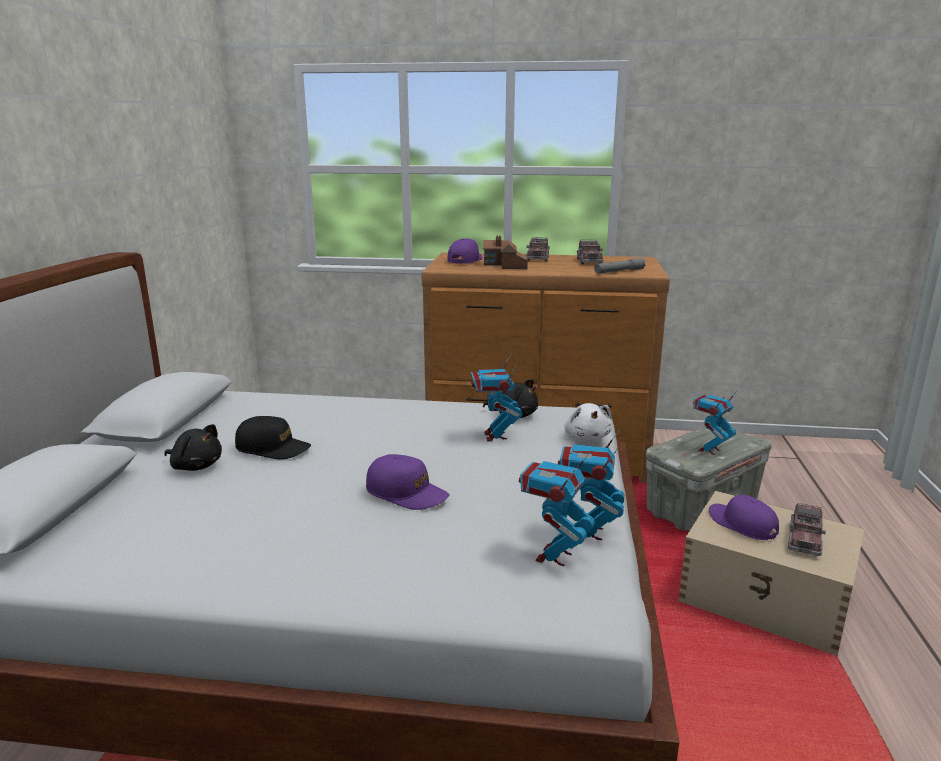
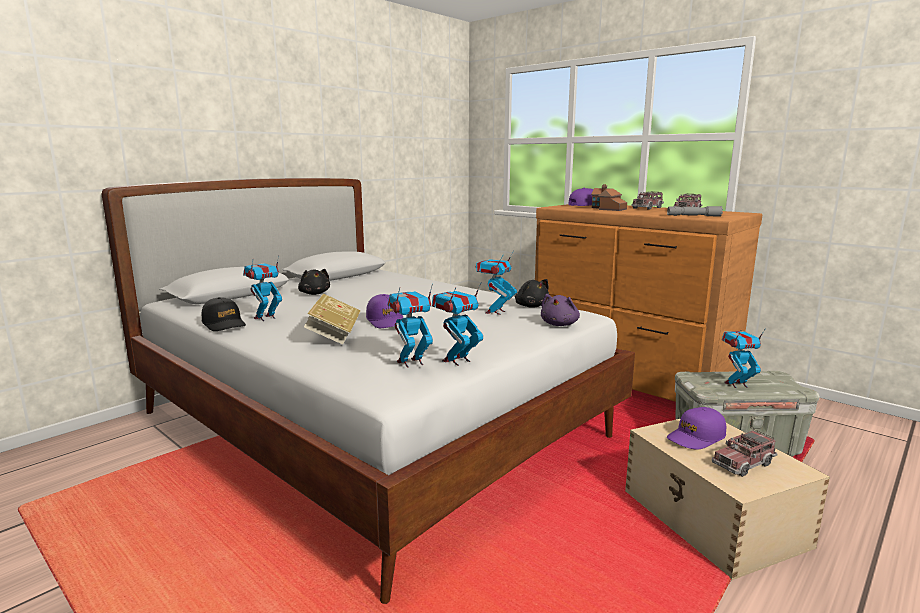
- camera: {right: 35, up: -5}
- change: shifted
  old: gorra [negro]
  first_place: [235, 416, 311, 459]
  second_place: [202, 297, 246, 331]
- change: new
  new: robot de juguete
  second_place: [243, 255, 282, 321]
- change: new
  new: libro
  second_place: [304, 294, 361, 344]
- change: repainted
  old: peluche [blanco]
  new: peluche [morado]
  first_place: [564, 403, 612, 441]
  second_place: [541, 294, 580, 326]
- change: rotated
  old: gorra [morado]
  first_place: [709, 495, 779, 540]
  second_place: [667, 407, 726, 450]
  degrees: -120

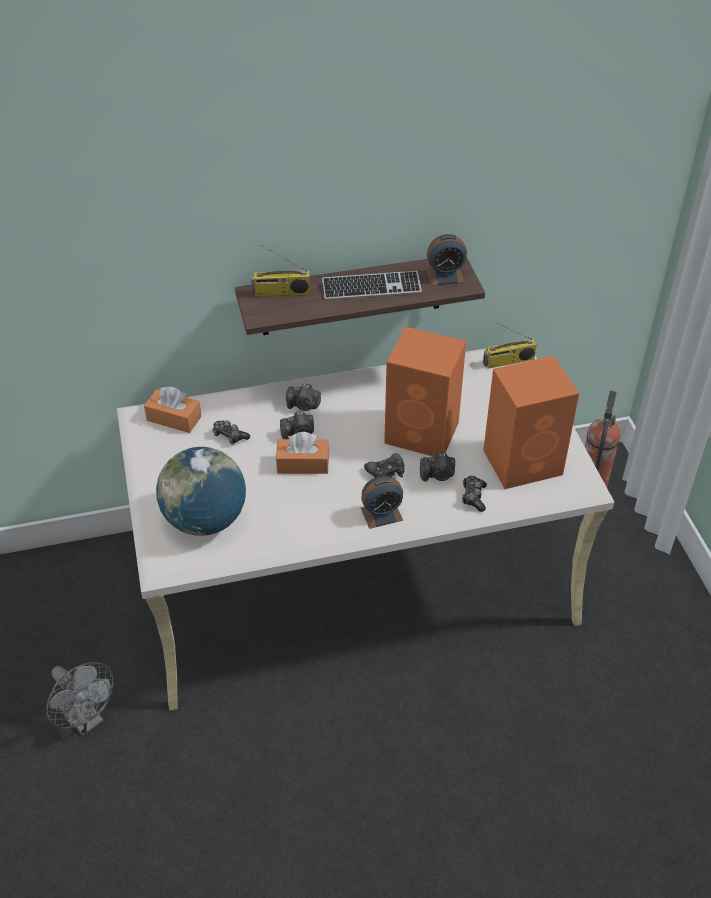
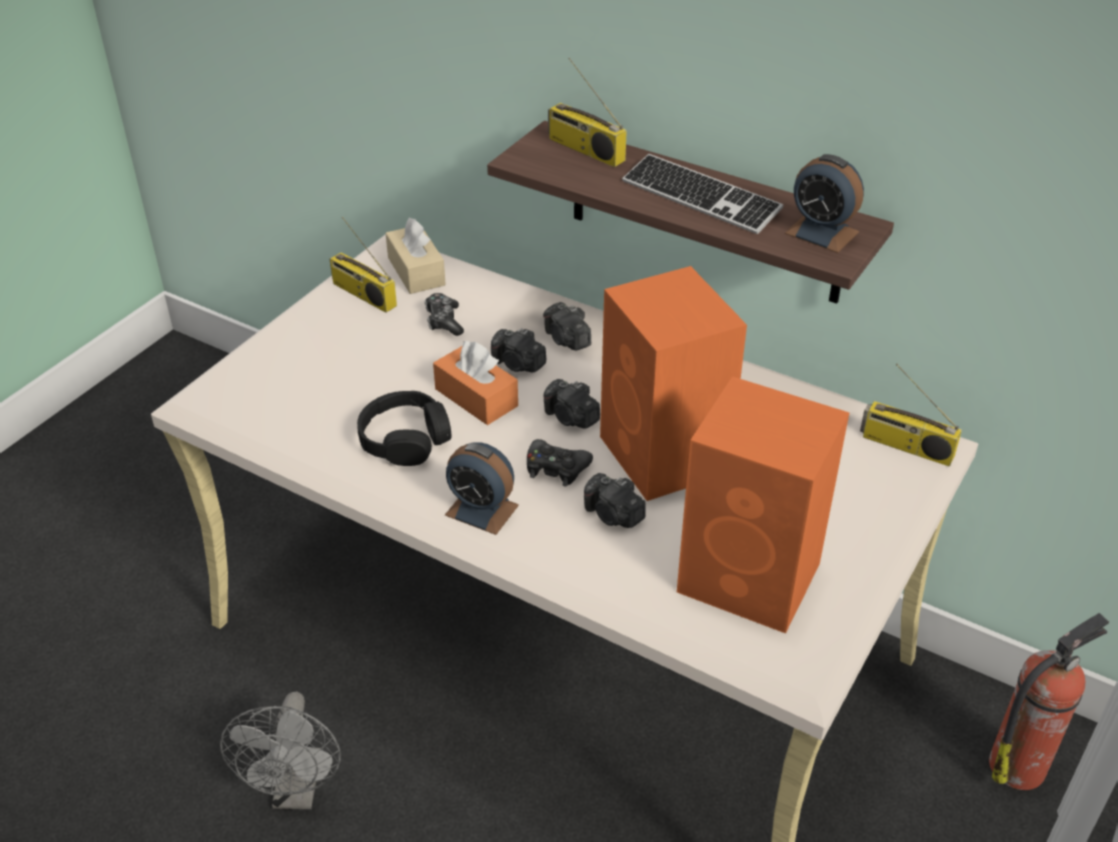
- camera: {right: 45, up: -5}
- change: shifted
  old: ventilador [gris]
  first_place: [46, 662, 114, 736]
  second_place: [220, 691, 341, 809]
- change: new
  new: radio
  second_place: [330, 217, 397, 313]
- change: new
  new: auriculares [negro]
  second_place: [357, 391, 451, 466]
- change: repainted
  old: caja de pañuelos [naranja]
  new: caja de pañuelos [beis]
  first_place: [144, 386, 202, 433]
  second_place: [386, 218, 446, 294]
- change: new
  new: cámara
  second_place: [543, 379, 600, 428]
- change: gone
  old: globo terráqueo
  first_place: [156, 447, 246, 536]
- change: gone
  old: mando de consola
  first_place: [462, 476, 487, 512]

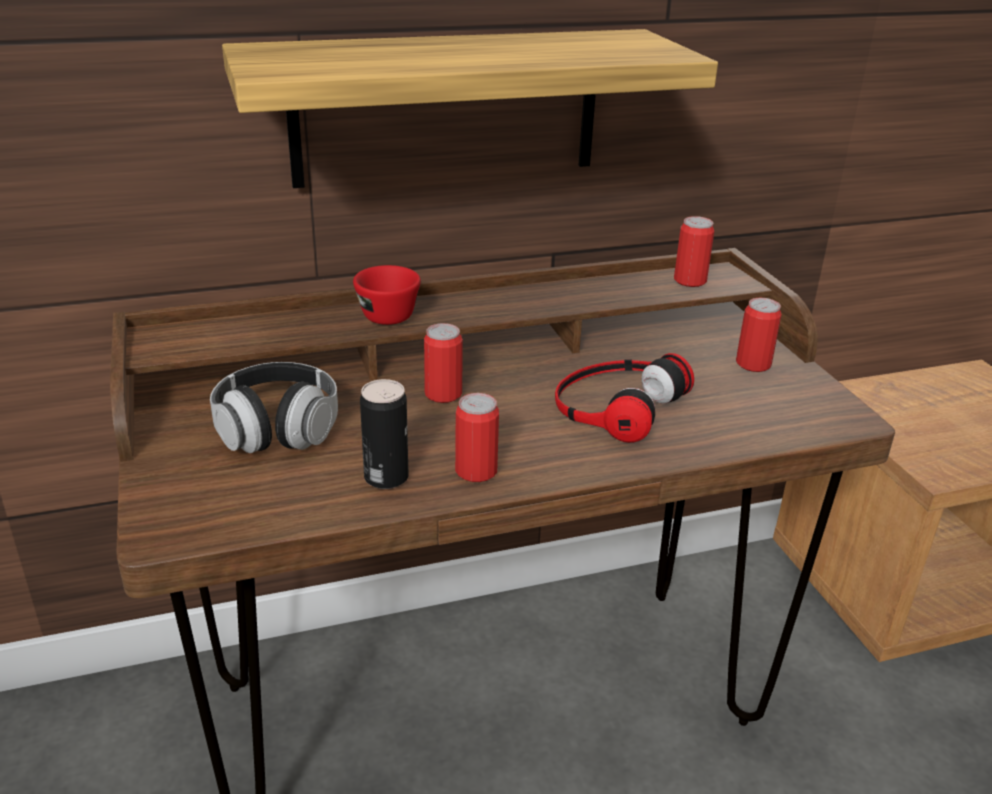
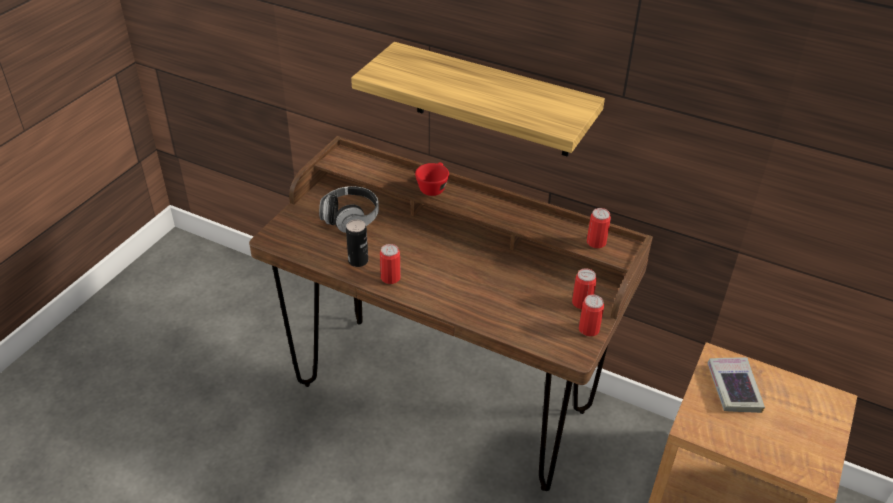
- camera: {right: 45, up: 10}
- change: shifted
  old: lata
  first_place: [424, 323, 463, 403]
  second_place: [579, 295, 604, 337]
- change: new
  new: libro
  second_place: [708, 357, 765, 413]
- change: gone
  old: auriculares
  first_place: [555, 353, 694, 443]

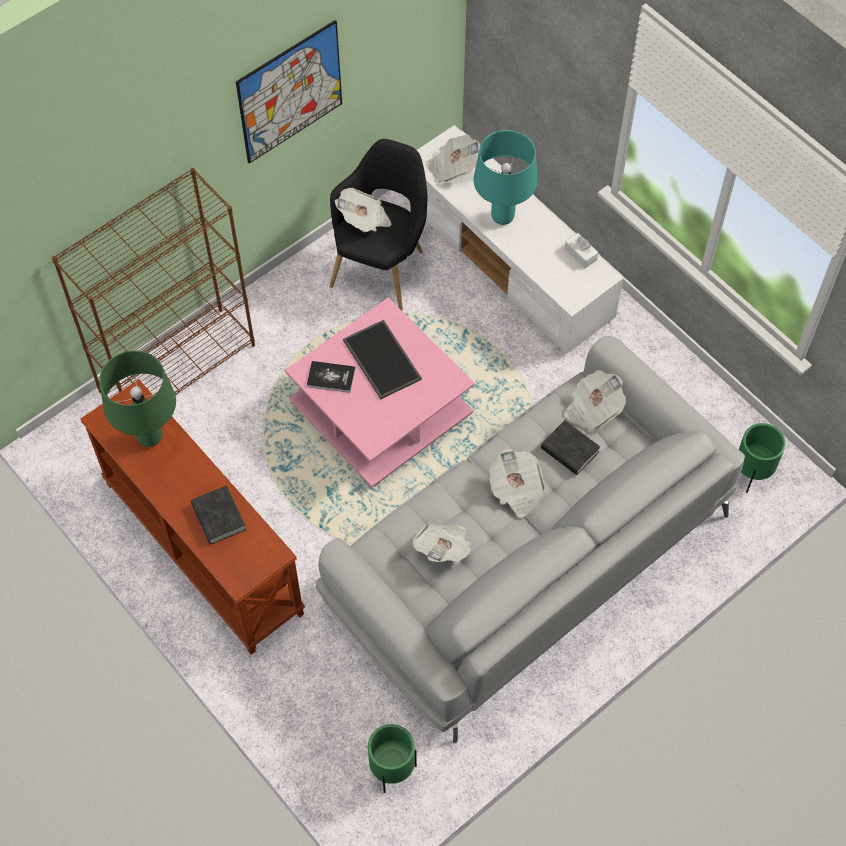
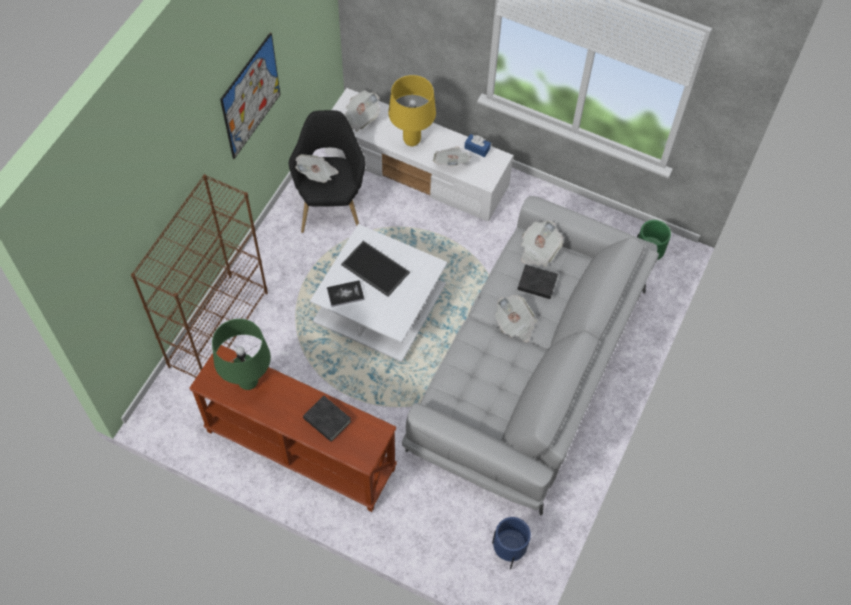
- camera: {right: -25, up: 0}
- change: repainted
  old: mesa de centro [rosa]
  new: mesa de centro [blanco]
  first_place: [285, 297, 475, 488]
  second_place: [310, 224, 447, 362]
- change: repainted
  old: lámpara de mesa [turquesa]
  new: lámpara de mesa [amarillo]
  first_place: [474, 130, 537, 225]
  second_place: [388, 75, 436, 146]
- change: shifted
  old: periódico
  first_place: [413, 523, 472, 562]
  second_place: [433, 147, 471, 167]
- change: repainted
  old: caja de pañuelos [blanco]
  new: caja de pañuelos [azul]
  first_place: [565, 233, 598, 269]
  second_place: [464, 134, 491, 157]
- change: repainted
  old: maceta [verde]
  new: maceta [azul]
  first_place: [368, 724, 417, 793]
  second_place: [492, 517, 531, 569]

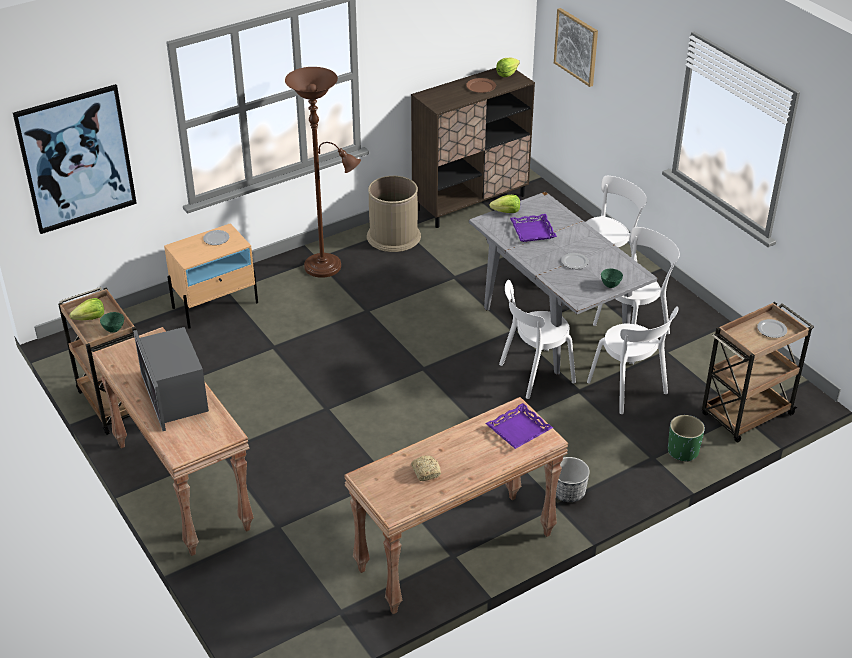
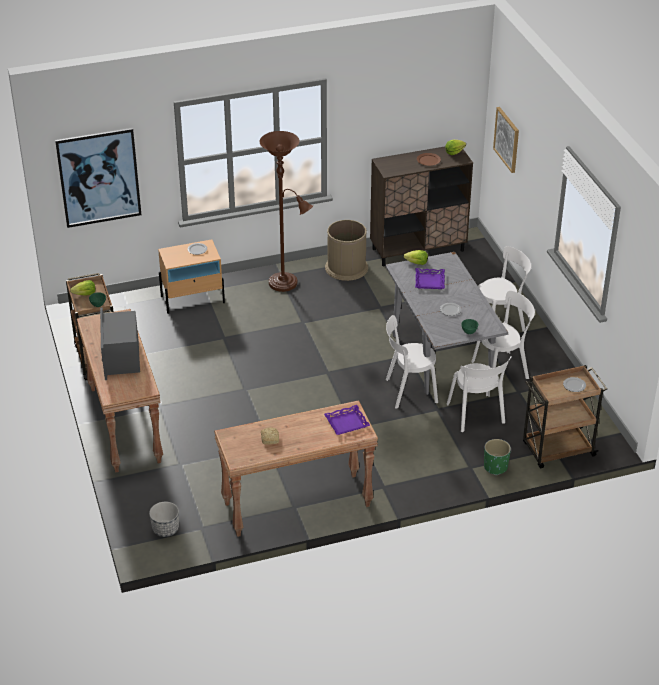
- camera: {right: 15, up: 0}
- change: shifted
  old: maceta
  first_place: [556, 457, 590, 502]
  second_place: [149, 502, 179, 537]

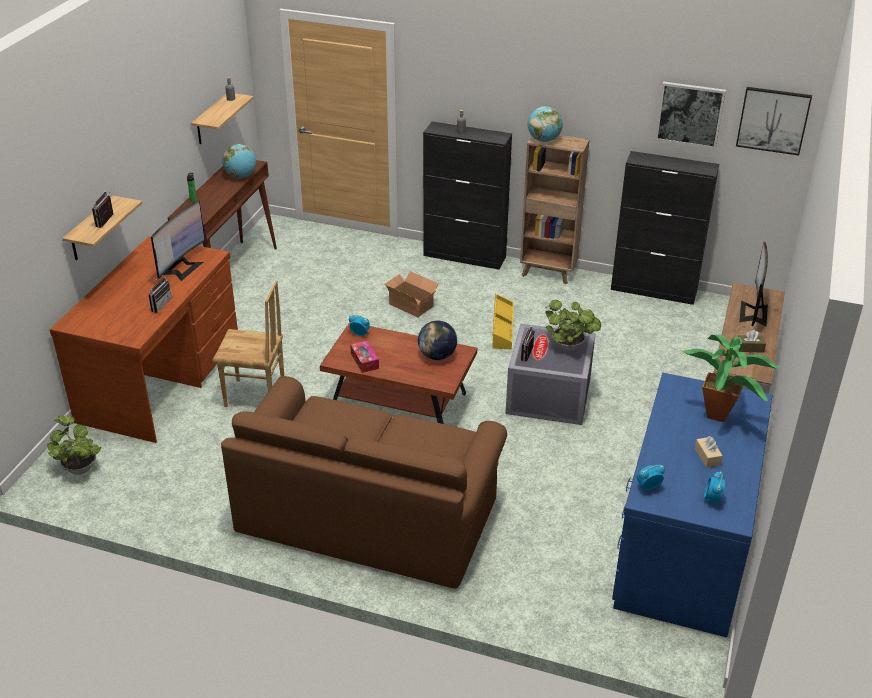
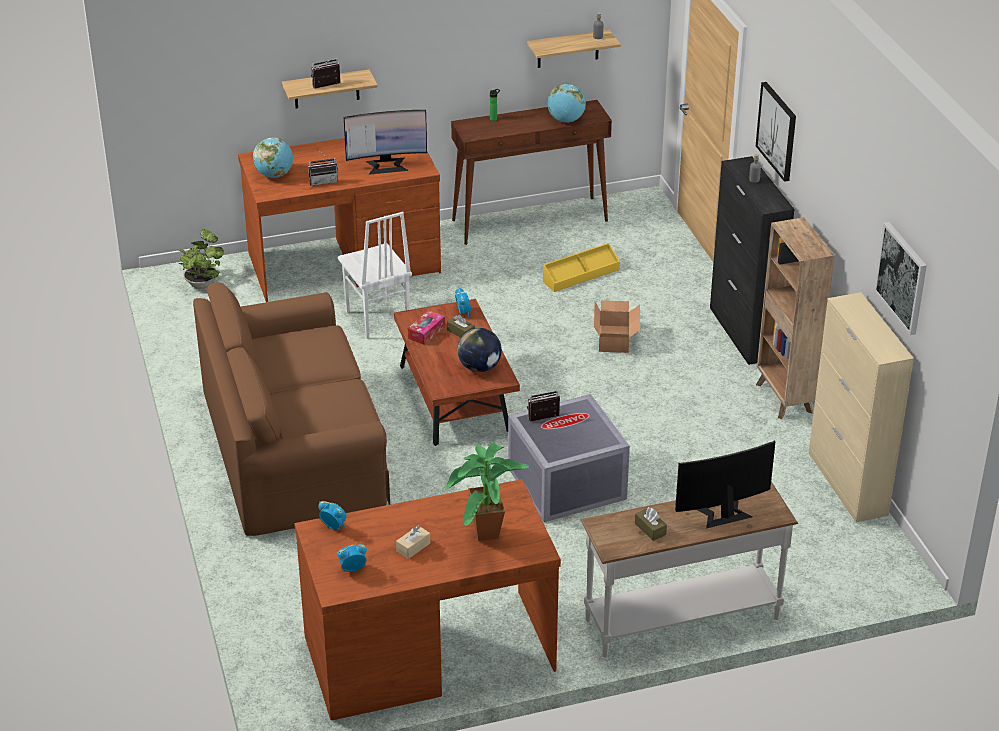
- camera: {right: 55, up: 0}
- change: shifted
  old: globo terráqueo
  first_place: [528, 106, 563, 142]
  second_place: [253, 137, 293, 178]
- change: repainted
  old: escritorio [azul]
  new: escritorio [marrón]
  first_place: [612, 373, 773, 637]
  second_place: [294, 479, 561, 720]
- change: repainted
  old: silla [marrón]
  new: silla [blanco]
  first_place: [212, 281, 284, 407]
  second_place: [338, 212, 412, 339]
- change: new
  new: caja de pañuelos [marrón]
  second_place: [447, 315, 475, 338]
- change: shifted
  old: caja de almacenaje [amarillo]
  first_place: [492, 294, 514, 349]
  second_place: [543, 243, 620, 292]
- change: shifted
  old: cuadro
  first_place: [736, 87, 812, 156]
  second_place: [756, 82, 796, 182]
- change: repainted
  old: armario [negro]
  new: armario [beis]
  first_place: [611, 151, 719, 305]
  second_place: [809, 292, 914, 522]
- change: gone
  old: planta en maceta
  first_place: [546, 300, 601, 351]

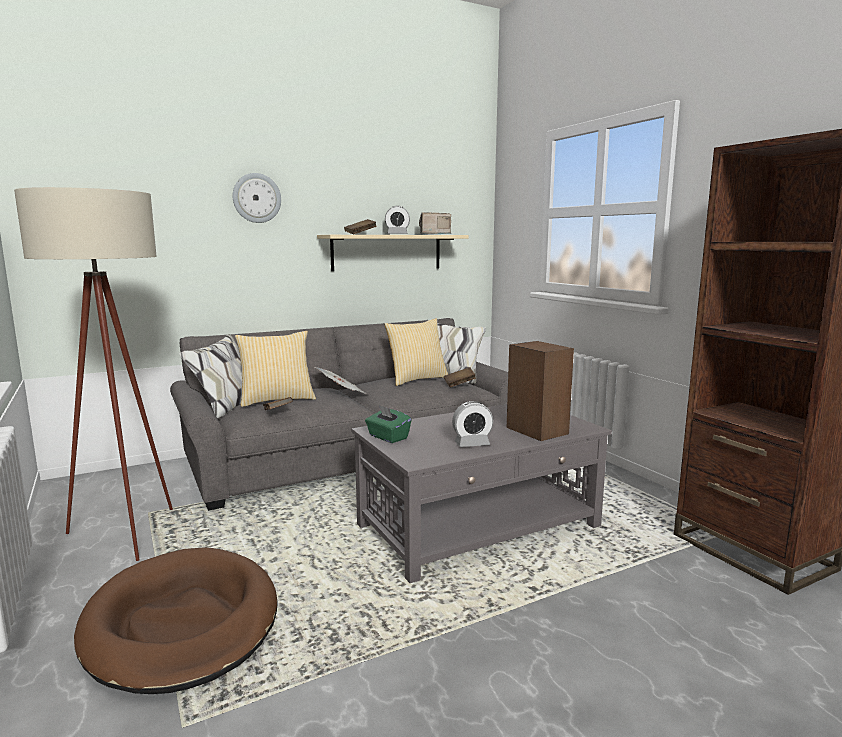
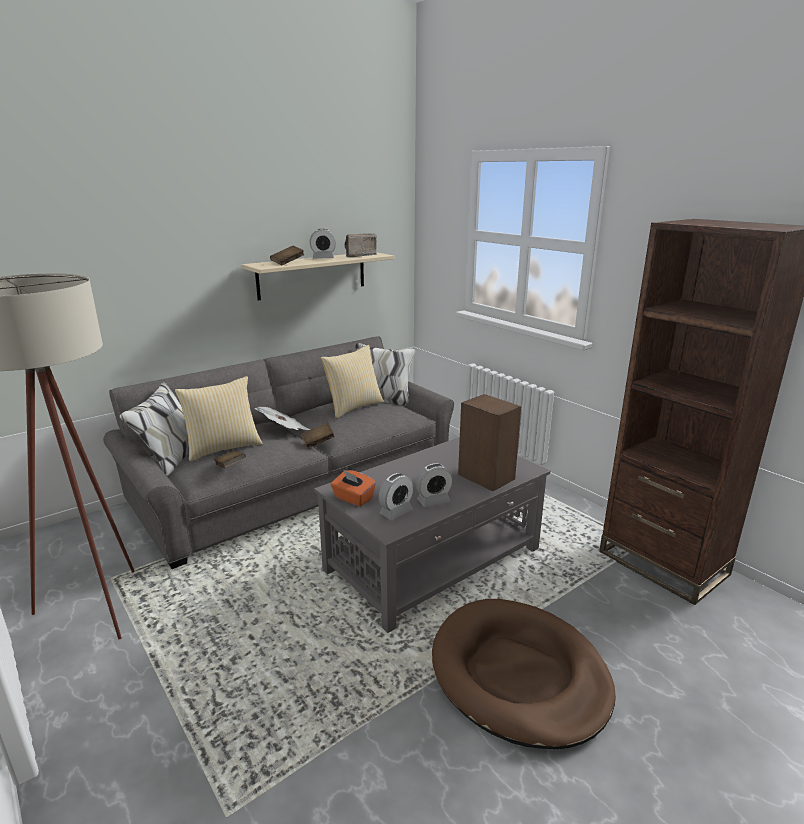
- camera: {right: -10, up: 10}
- change: shifted
  old: libro [marrón]
  first_place: [444, 367, 476, 387]
  second_place: [301, 422, 335, 448]
- change: repainted
  old: caja de pañuelos [verde]
  new: caja de pañuelos [naranja]
  first_place: [365, 405, 411, 443]
  second_place: [331, 470, 376, 507]
- change: new
  new: despertador
  second_place: [379, 473, 413, 520]
- change: shifted
  old: cama para perro [marrón]
  first_place: [74, 547, 278, 694]
  second_place: [432, 599, 616, 749]
- change: gone
  old: reloj de pared
  first_place: [233, 173, 281, 223]

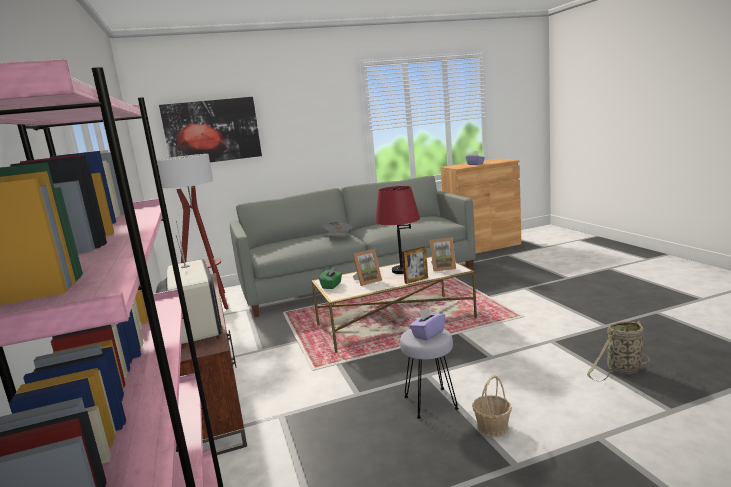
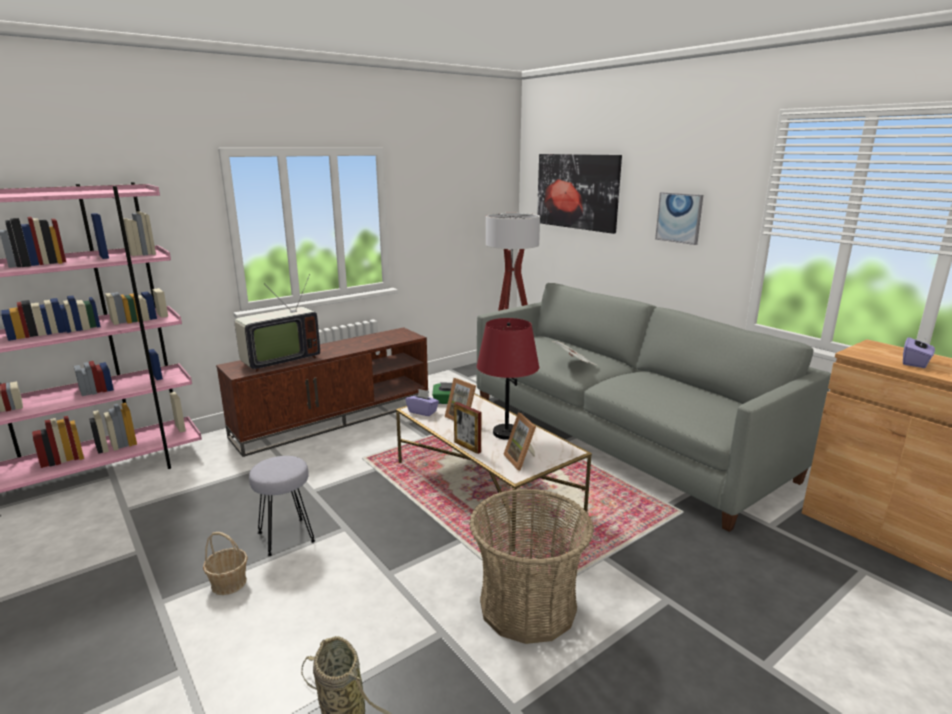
- camera: {right: 70, up: 5}
- change: shifted
  old: caja de pañuelos [morado]
  first_place: [410, 307, 445, 341]
  second_place: [406, 389, 439, 416]
- change: new
  new: cesta
  second_place: [469, 489, 594, 644]
- change: new
  new: cuadro
  second_place: [655, 192, 703, 245]

